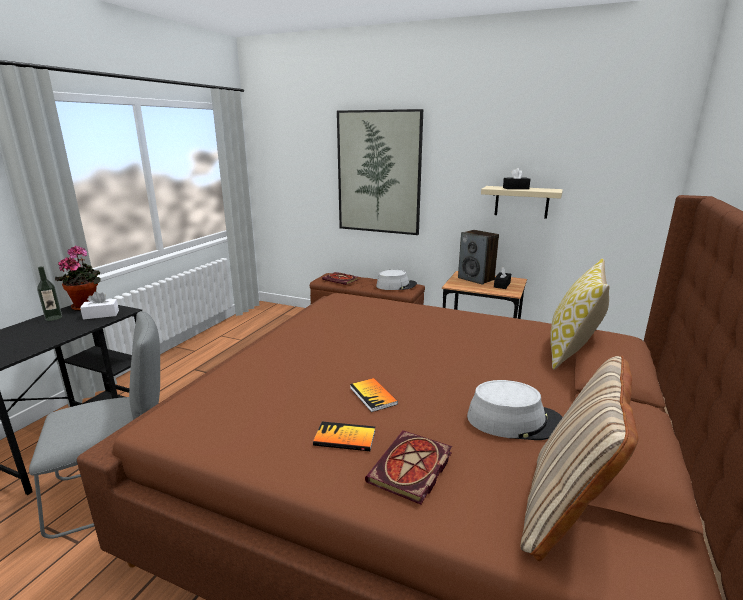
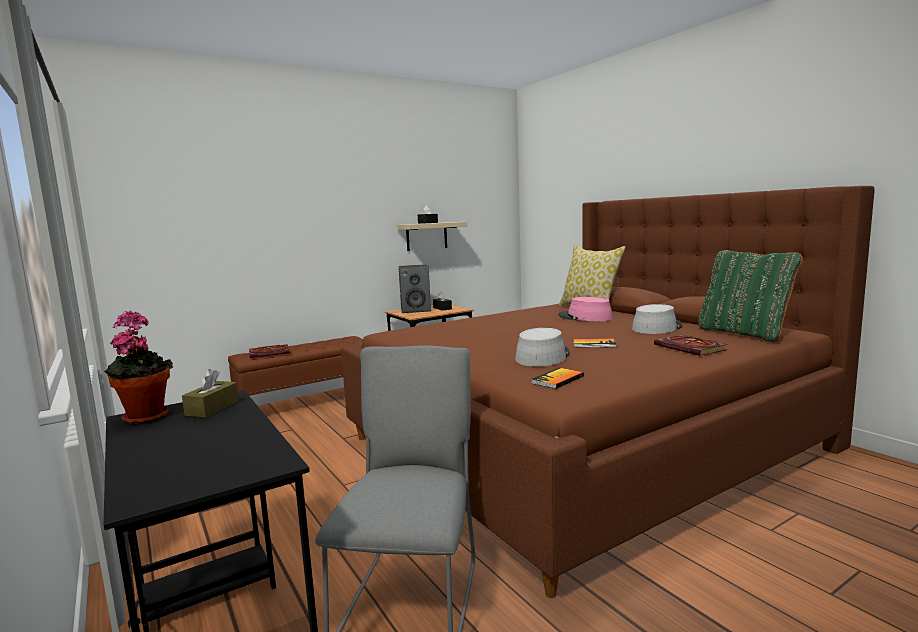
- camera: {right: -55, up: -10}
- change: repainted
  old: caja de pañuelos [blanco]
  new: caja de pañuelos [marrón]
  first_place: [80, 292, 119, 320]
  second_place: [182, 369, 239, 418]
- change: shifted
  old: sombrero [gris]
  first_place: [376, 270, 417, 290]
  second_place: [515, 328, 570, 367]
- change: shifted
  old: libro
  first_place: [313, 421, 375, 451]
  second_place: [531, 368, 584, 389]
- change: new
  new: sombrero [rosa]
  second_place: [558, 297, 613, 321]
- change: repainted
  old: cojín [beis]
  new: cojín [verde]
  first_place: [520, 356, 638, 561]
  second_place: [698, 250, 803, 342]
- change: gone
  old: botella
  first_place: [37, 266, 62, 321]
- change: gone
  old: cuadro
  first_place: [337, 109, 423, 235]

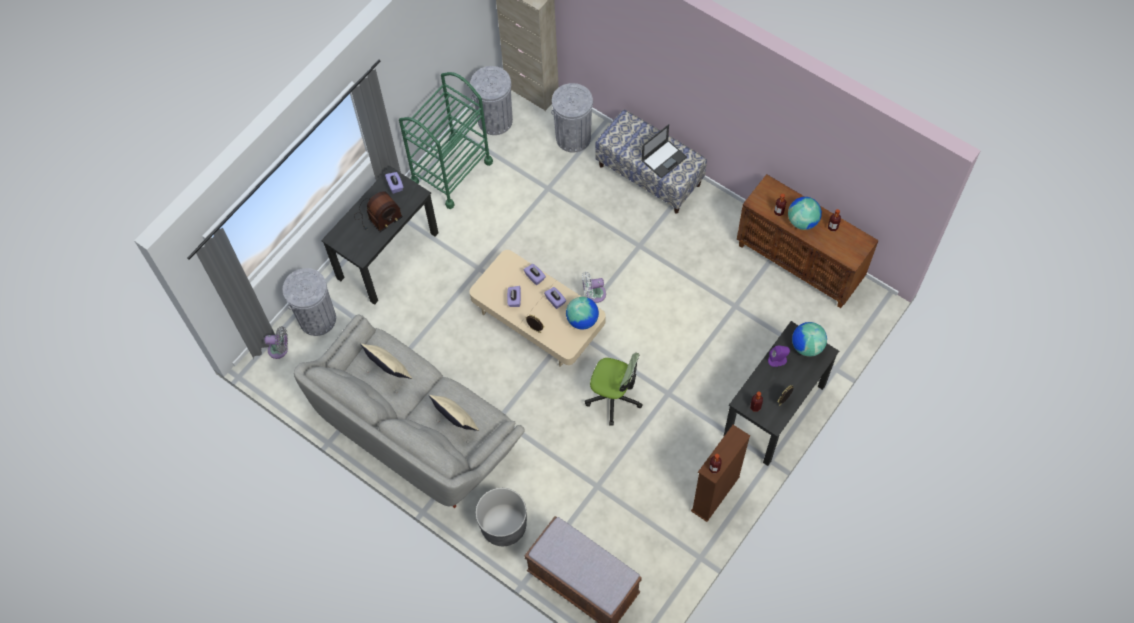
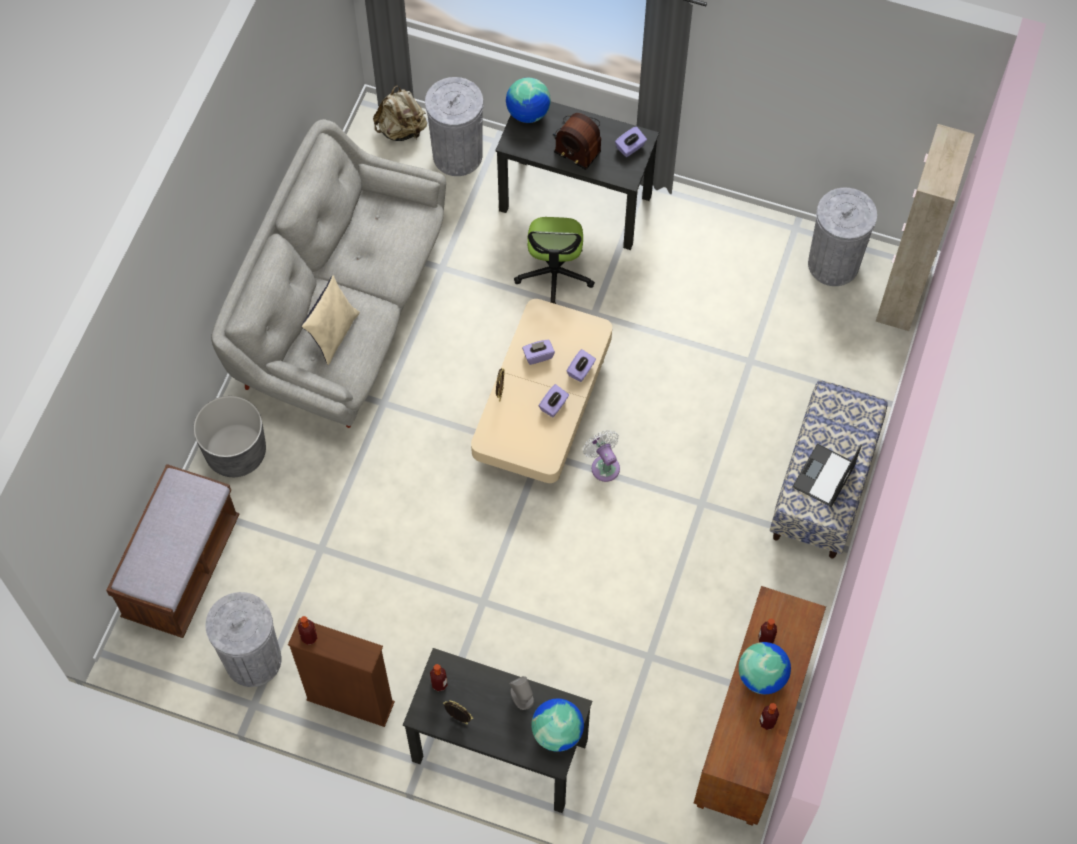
- camera: {right: 70, up: 0}
- change: shifted
  old: papelera [gris]
  first_place: [551, 83, 593, 153]
  second_place: [205, 592, 282, 687]
- change: swapped
  old: ventilador [gris]
  new: mochila [beis]
  first_place: [265, 326, 288, 359]
  second_place: [373, 85, 427, 141]
- change: shifted
  old: globo terráqueo
  first_place: [566, 297, 599, 330]
  second_place: [506, 78, 551, 123]
- change: repainted
  old: altavoz [morado]
  new: altavoz [gris]
  first_place: [768, 345, 790, 367]
  second_place: [509, 676, 534, 710]
- change: shifted
  old: silla de oficina
  first_place: [585, 353, 643, 425]
  second_place: [514, 217, 595, 304]
- change: rotated
  old: portátil
  first_place: [641, 124, 687, 179]
  second_place: [792, 443, 862, 507]
  degrees: 90
- change: gone
  old: cojín [beis]
  first_place: [361, 344, 412, 379]
- change: gone
  old: carrito [verde]
  first_place: [399, 72, 493, 209]

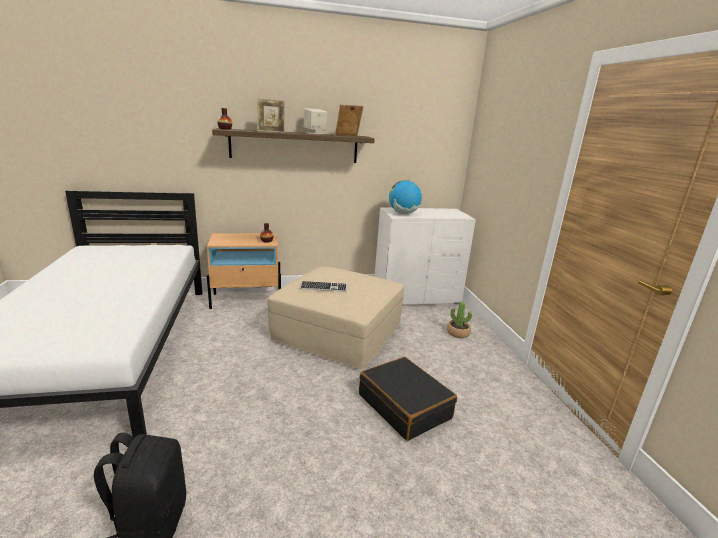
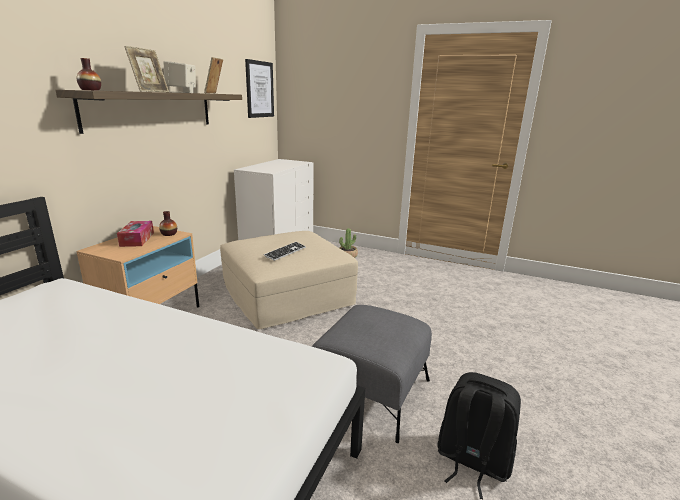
- camera: {right: -55, up: 0}
- change: new
  new: caja de pañuelos
  second_place: [117, 221, 154, 247]
- change: new
  new: cuadro
  second_place: [245, 59, 274, 118]
- change: new
  new: puf [gris]
  second_place: [312, 305, 432, 443]
- change: gone
  old: maleta [negro]
  first_place: [359, 357, 457, 441]
- change: gone
  old: globo terráqueo
  first_place: [389, 180, 422, 214]

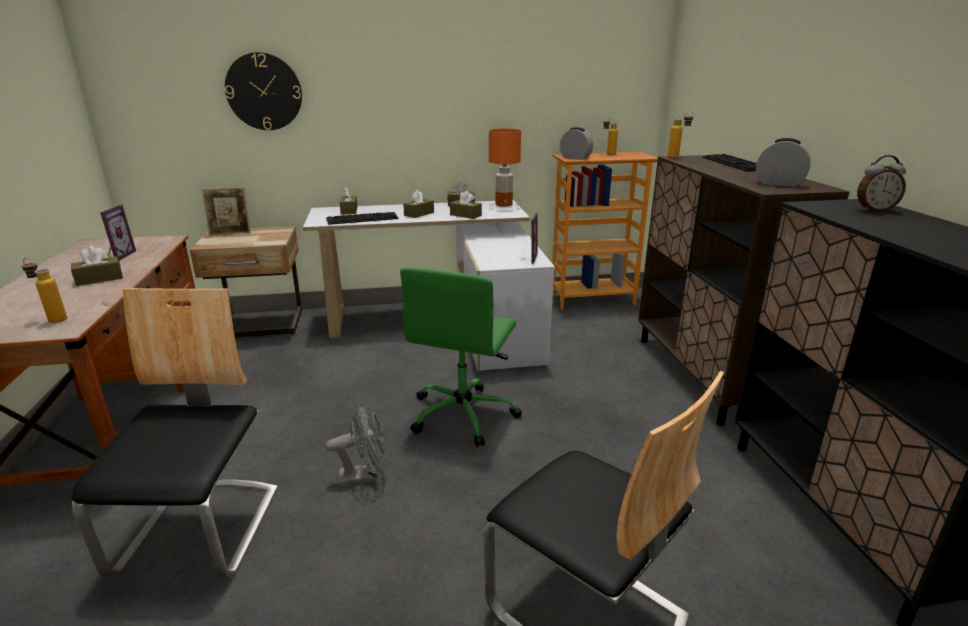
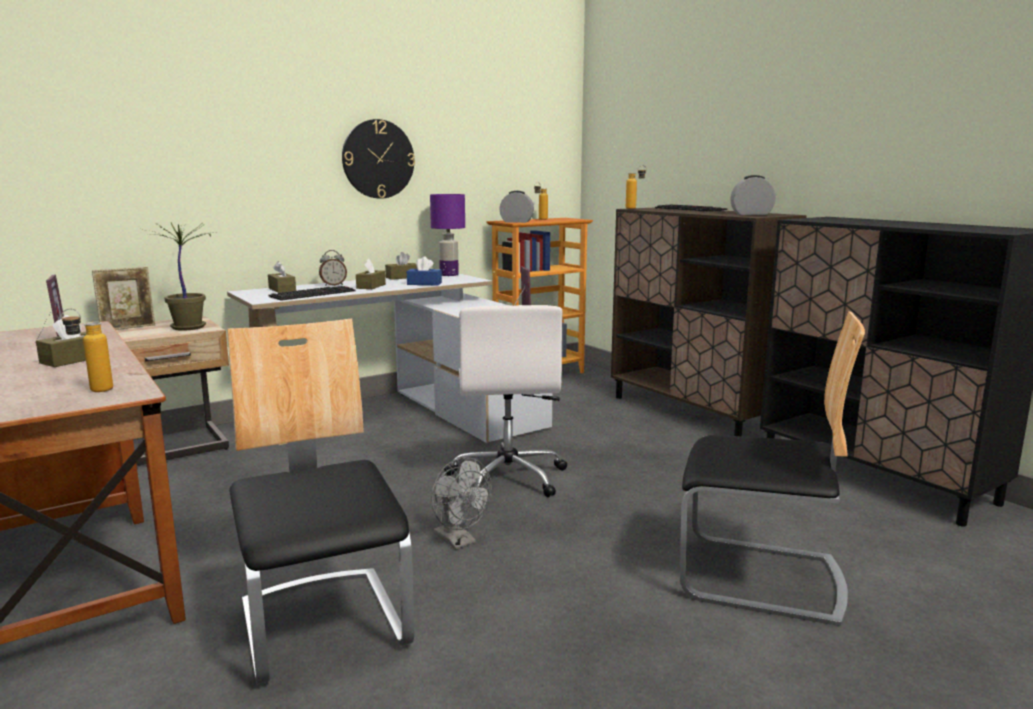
- camera: {right: -25, up: -10}
- change: new
  new: planta en maceta
  second_place: [147, 223, 213, 331]
- change: shifted
  old: despertador
  first_place: [857, 155, 906, 211]
  second_place: [319, 250, 347, 286]
- change: shifted
  old: reloj de pared
  first_place: [225, 52, 302, 130]
  second_place: [342, 119, 415, 199]
- change: repainted
  old: caja de pañuelos [marrón]
  new: caja de pañuelos [azul]
  first_place: [450, 191, 482, 219]
  second_place: [407, 256, 442, 285]
- change: repainted
  old: lámpara de mesa [naranja]
  new: lámpara de mesa [morado]
  first_place: [489, 129, 521, 207]
  second_place: [430, 194, 465, 276]
- change: rotated
  old: ventilador [gris]
  first_place: [326, 404, 385, 486]
  second_place: [431, 457, 492, 550]
  degrees: 90
- change: repainted
  old: silla de oficina [verde]
  new: silla de oficina [blanco]
  first_place: [400, 267, 522, 447]
  second_place: [444, 305, 567, 497]

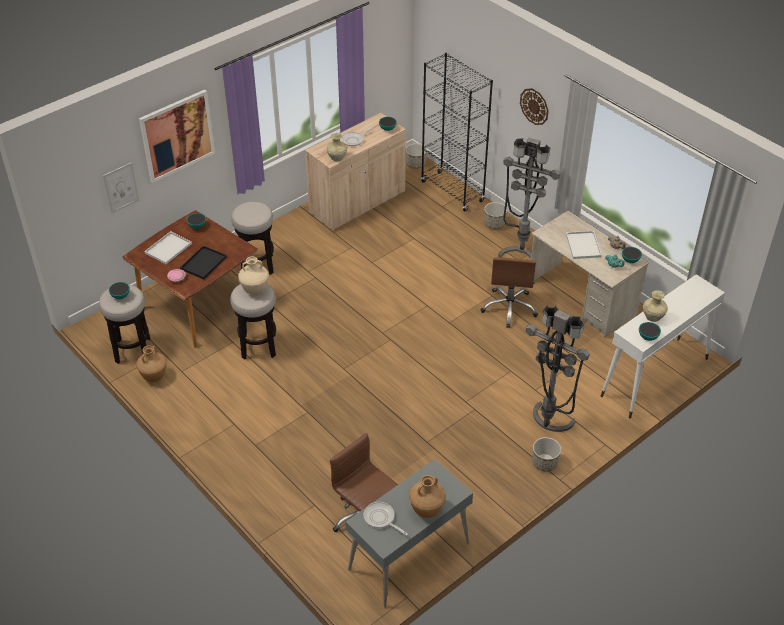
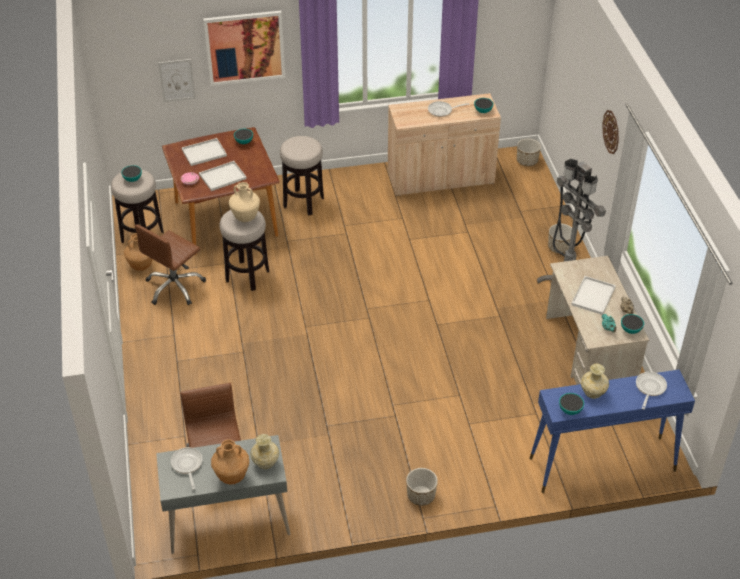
- camera: {right: 30, up: 0}
- change: shifted
  old: silla de oficina [marrón]
  first_place: [480, 257, 538, 328]
  second_place: [135, 224, 206, 305]
- change: repainted
  old: bandeja [negro]
  new: bandeja [blanco]
  first_place: [180, 246, 227, 279]
  second_place: [199, 161, 247, 191]
- change: shifted
  old: florero [beis]
  first_place: [327, 133, 347, 161]
  second_place: [250, 434, 279, 469]
- change: repainted
  old: mesa consola [blanco]
  new: mesa consola [azul]
  first_place: [601, 274, 725, 419]
  second_place: [530, 370, 695, 493]
- change: new
  new: sartén
  second_place: [636, 372, 667, 409]
- change: gone
  old: estantería [negro]
  first_place: [421, 53, 493, 211]
- change: gone
  old: lámpara de pie [gris]
  first_place: [526, 305, 590, 432]

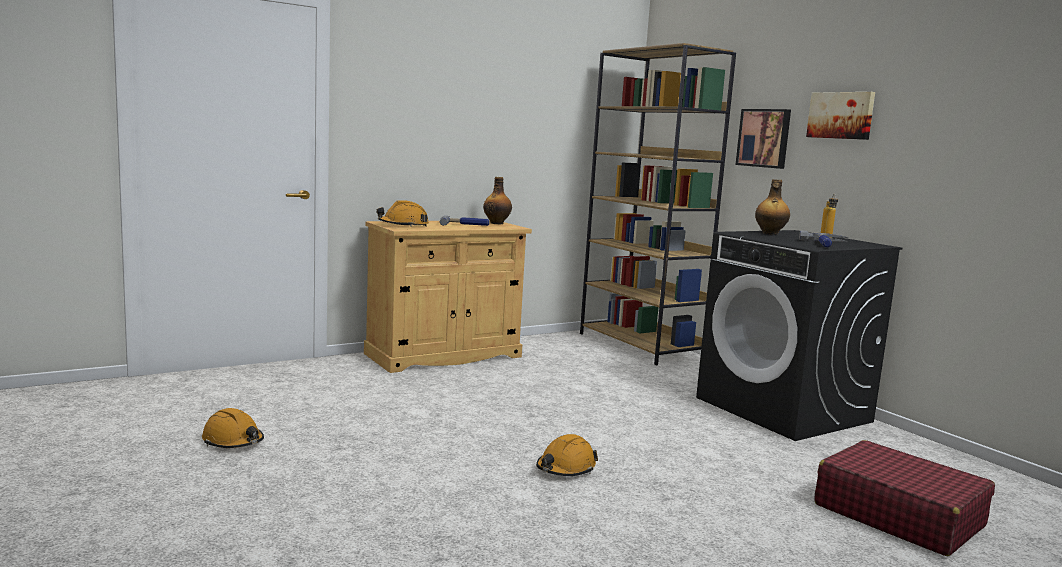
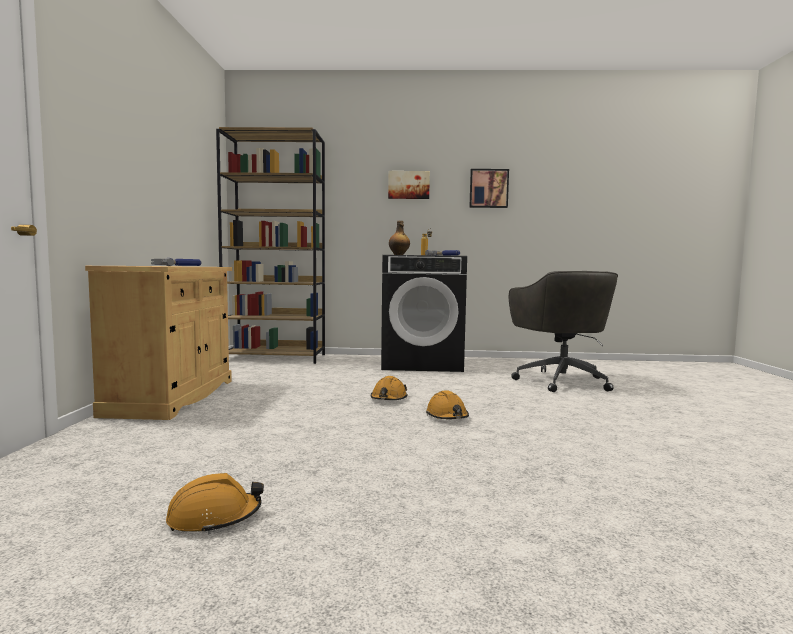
- camera: {right: -55, up: -5}
- change: shifted
  old: casco [naranja]
  first_place: [377, 200, 429, 227]
  second_place: [371, 376, 408, 400]
- change: shifted
  old: cuadro
  first_place: [735, 109, 791, 169]
  second_place: [469, 169, 509, 208]
- change: swapped
  old: maleta [rojo]
  new: silla de oficina [gris]
  first_place: [814, 440, 995, 556]
  second_place: [509, 271, 618, 392]
- change: gone
  old: botella
  first_place: [483, 177, 512, 224]

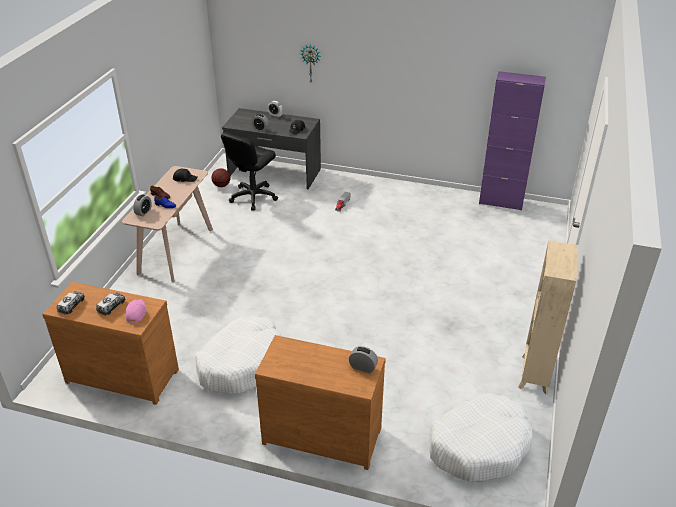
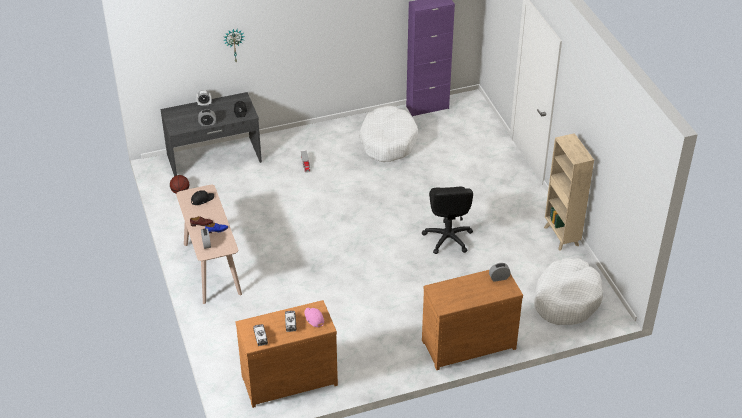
- camera: {right: -35, up: 5}
- change: shifted
  old: cama para perro [blanco]
  first_place: [195, 316, 281, 394]
  second_place: [359, 106, 418, 162]
- change: shifted
  old: silla de oficina [negro]
  first_place: [221, 132, 278, 211]
  second_place: [422, 187, 473, 254]

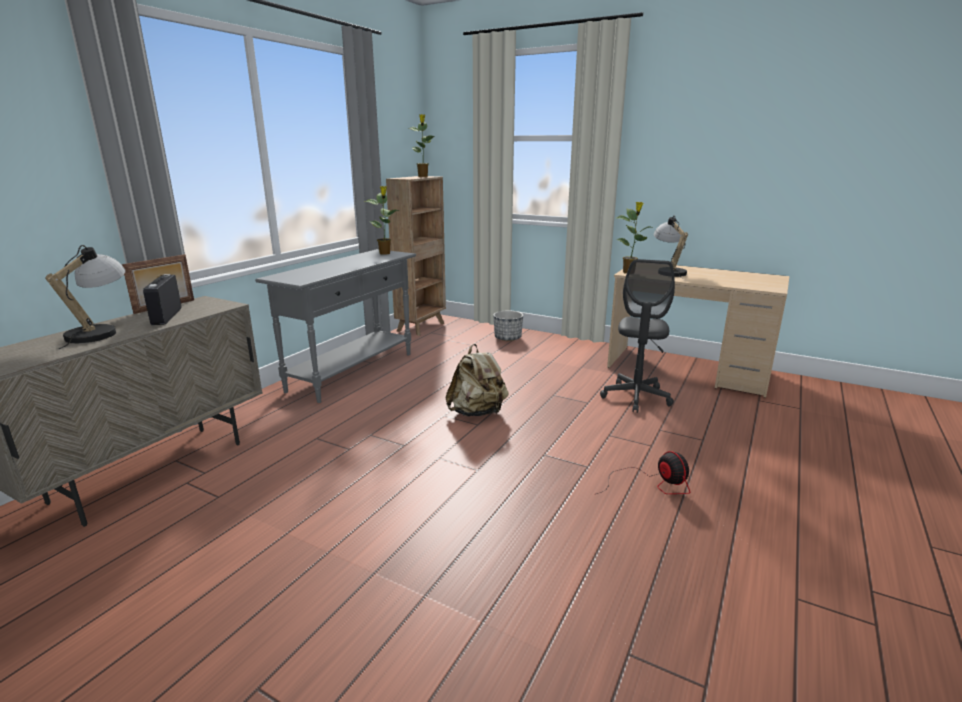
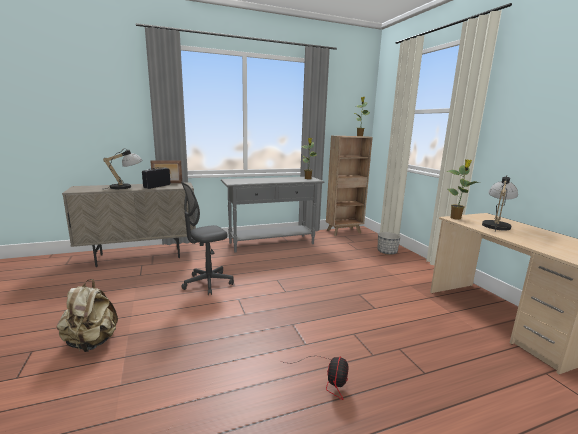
- camera: {right: 40, up: -5}
- change: shifted
  old: mochila [beis]
  first_place: [446, 344, 509, 417]
  second_place: [57, 279, 118, 352]
- change: shifted
  old: silla de oficina [gris]
  first_place: [600, 259, 675, 413]
  second_place: [181, 182, 234, 295]

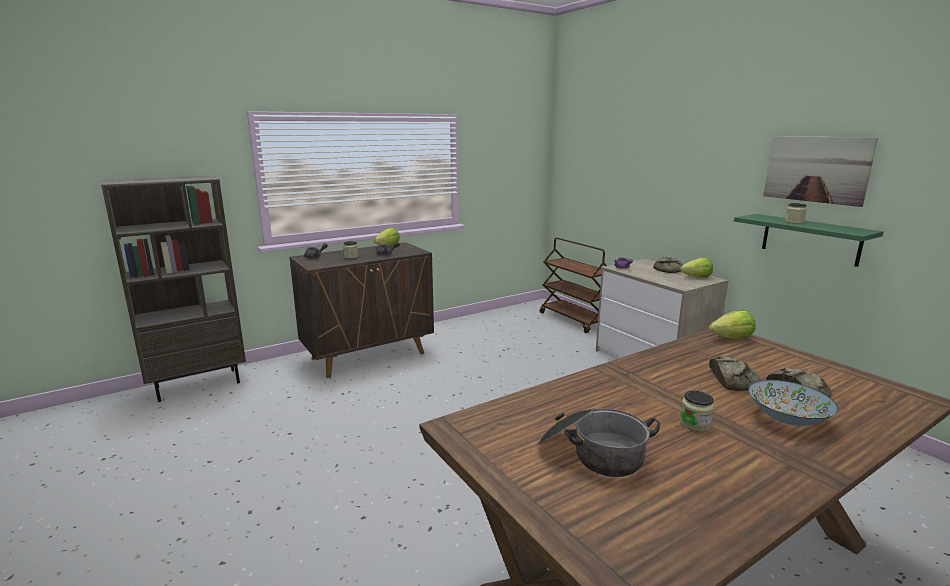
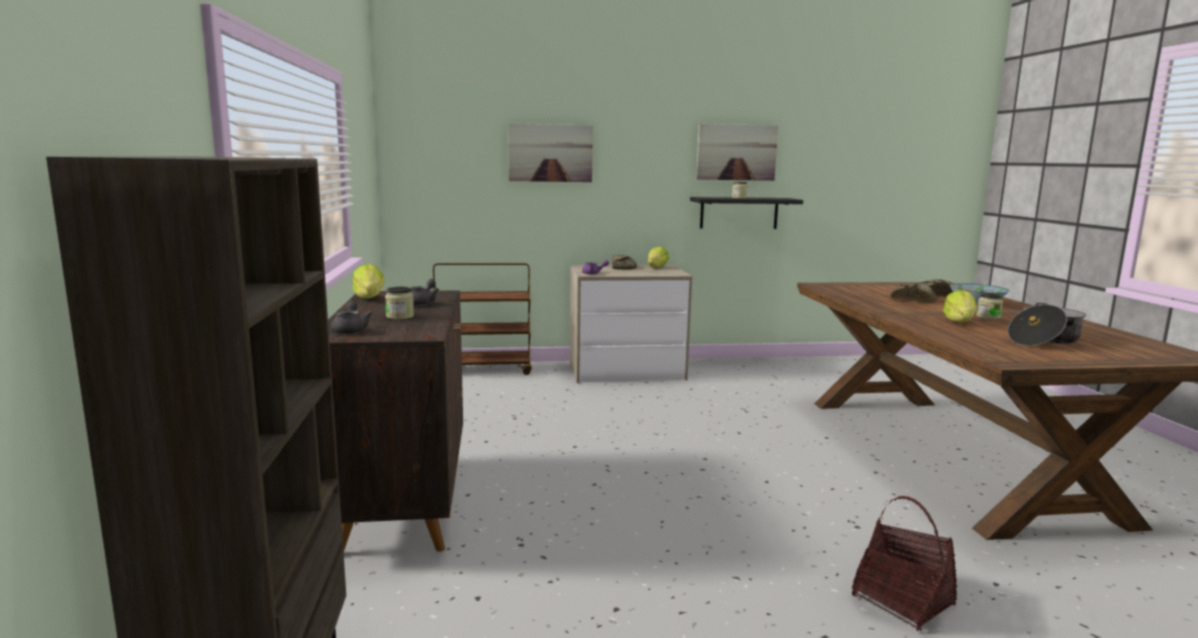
- camera: {right: -65, up: -5}
- change: new
  new: cuadro
  second_place: [508, 123, 593, 182]
- change: repainted
  old: estante [verde]
  new: estante [negro]
  first_place: [734, 214, 884, 267]
  second_place: [690, 197, 803, 229]
- change: new
  new: cesta
  second_place: [852, 496, 957, 631]
- change: shifted
  old: lechuga
  first_place: [709, 310, 756, 339]
  second_place: [943, 290, 977, 322]

